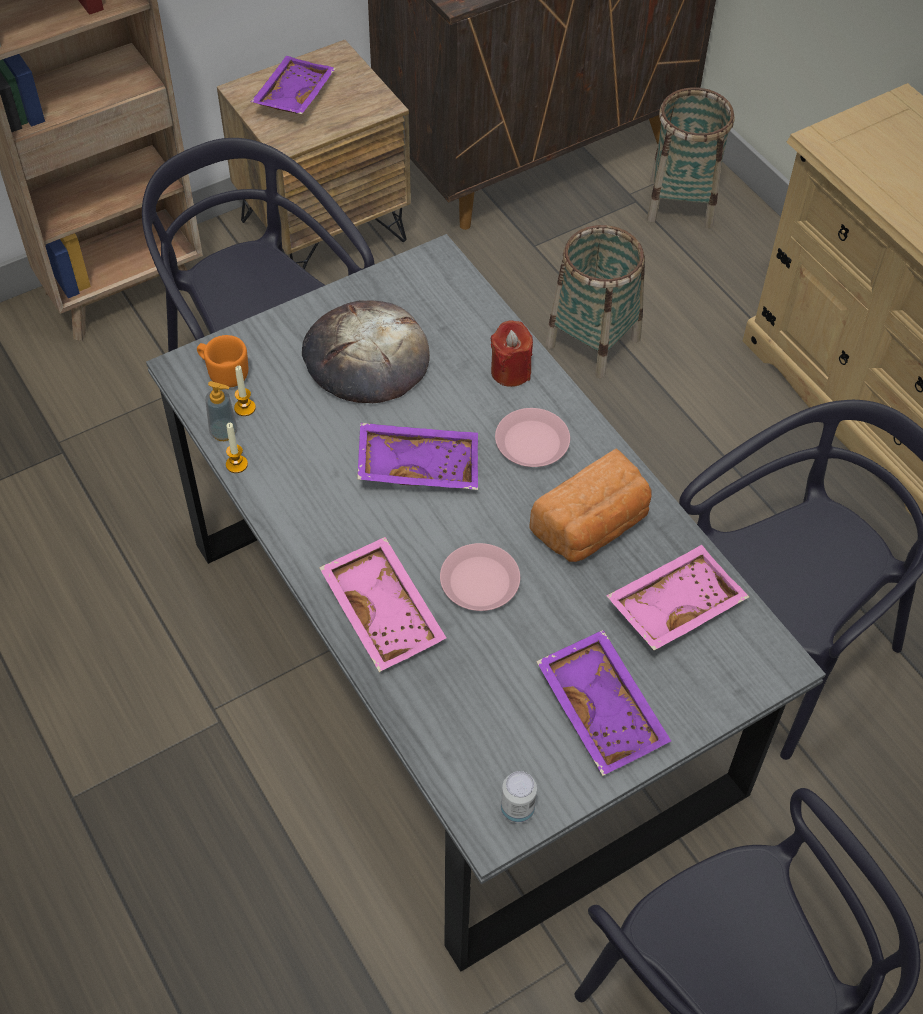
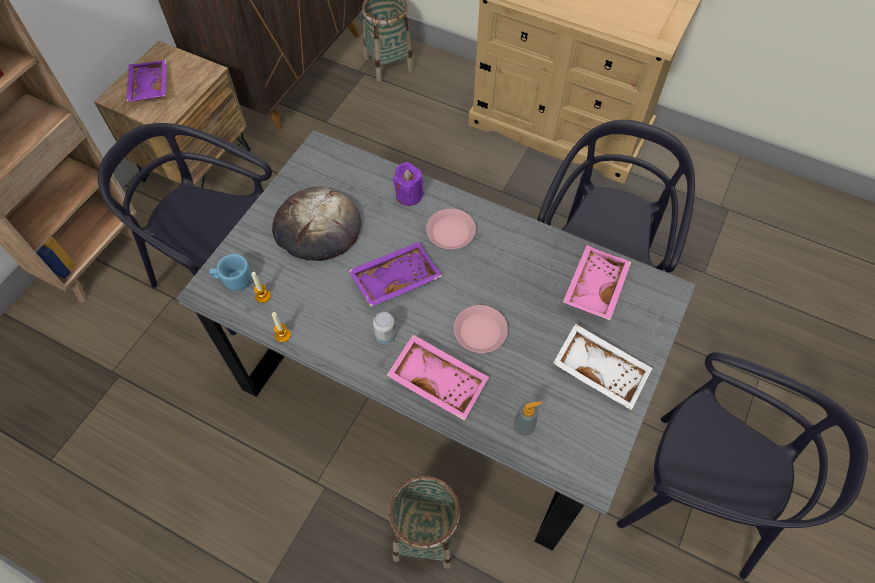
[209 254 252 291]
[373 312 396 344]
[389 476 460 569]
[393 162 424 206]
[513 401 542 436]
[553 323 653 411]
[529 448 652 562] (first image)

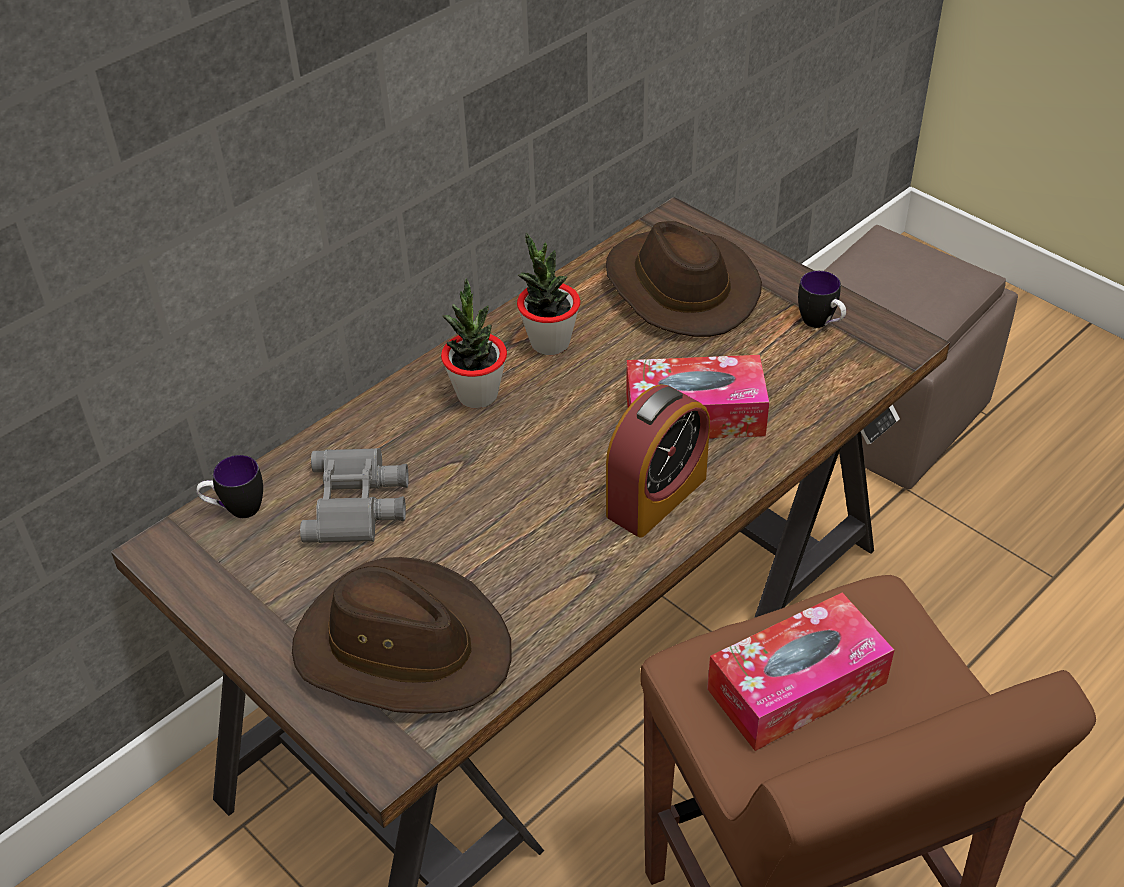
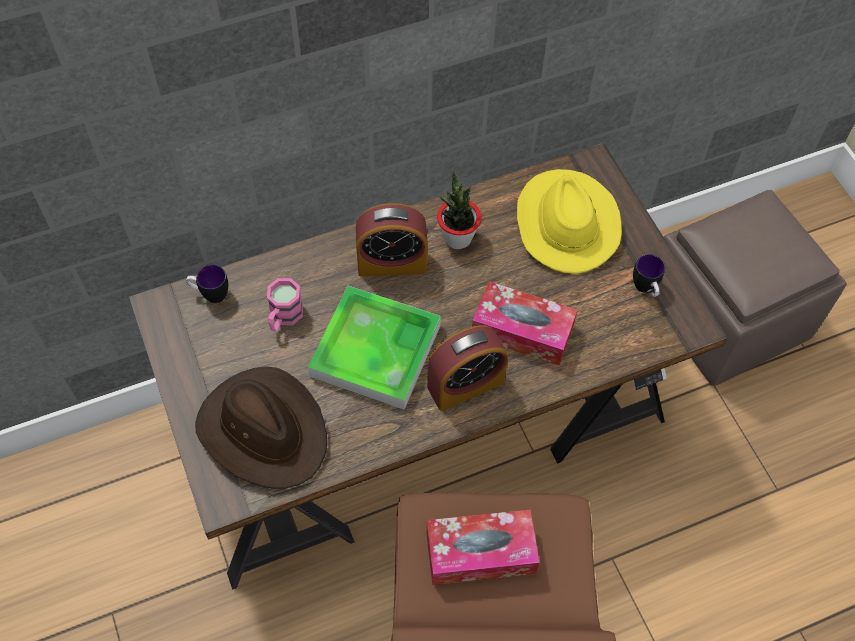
[267 278 303 332]
[308 286 441 410]
[356 203 428 277]
[517 169 622 274]

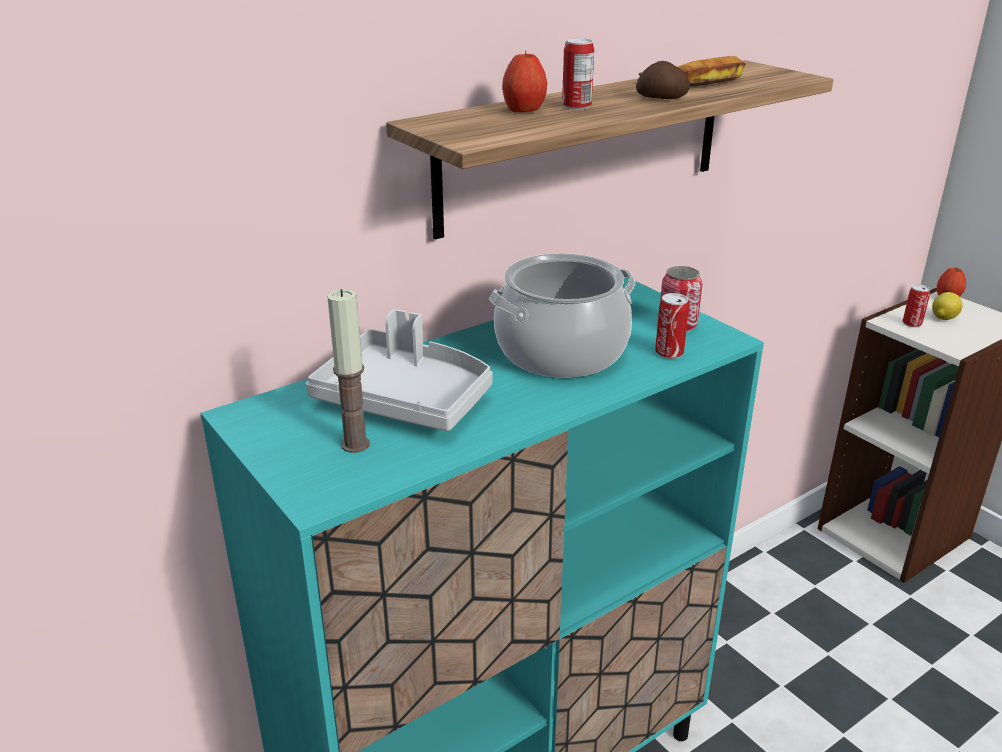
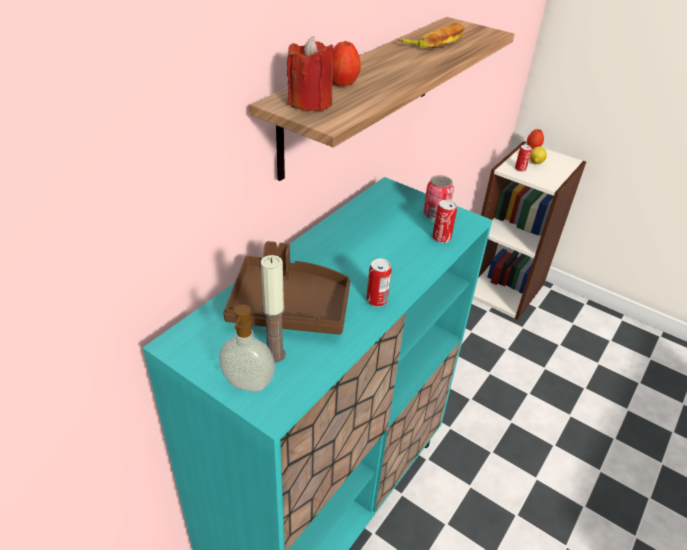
[219 305 275 392]
[223 241 350 335]
[287 36 334 111]
[366 258 392 307]
[489 253 636 378] (first image)
[636 61 690 99] (first image)

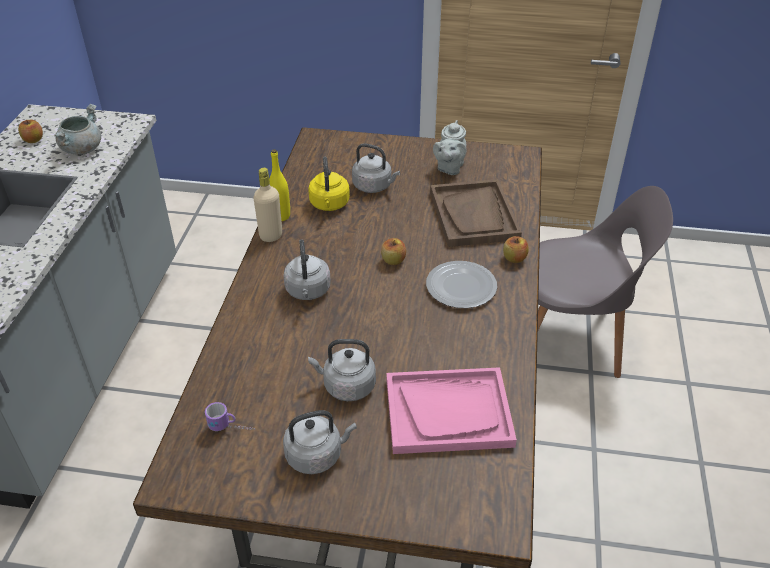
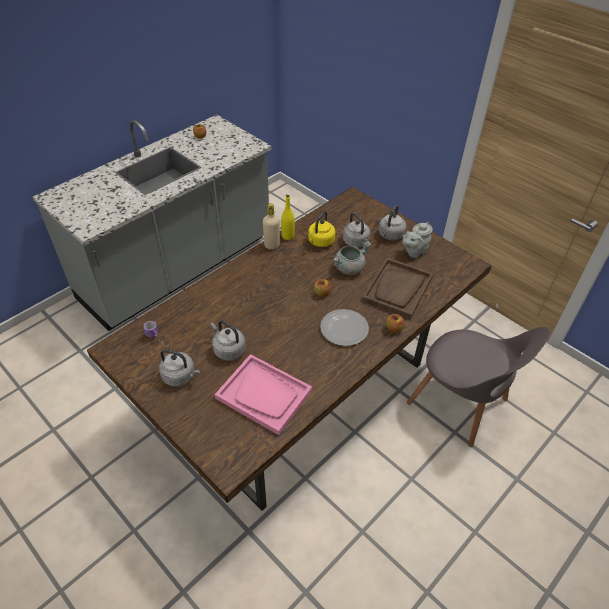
[333 241 371 275]
[379 205 406 240]

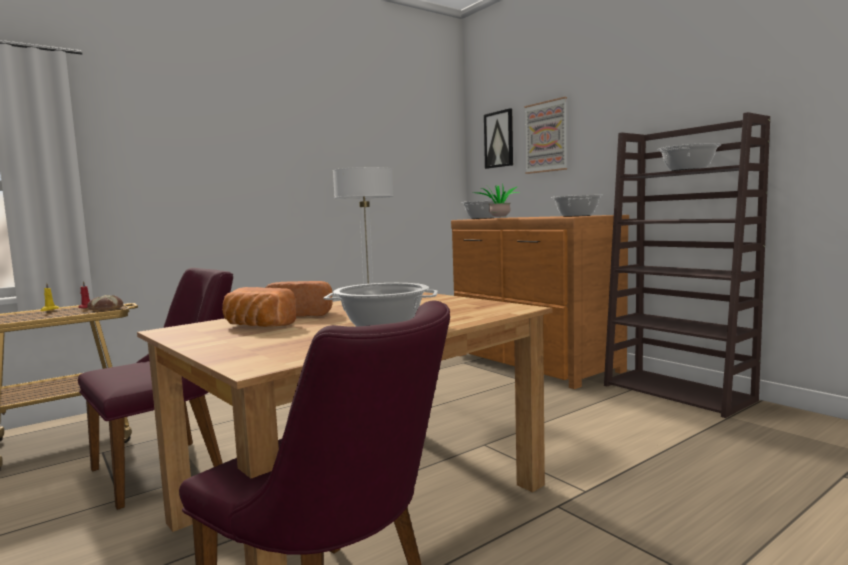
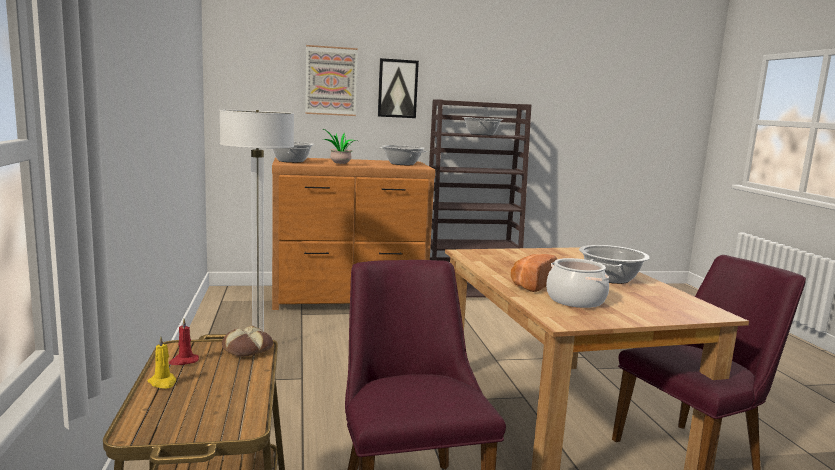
[378 58 419 118]
[546 258 609 308]

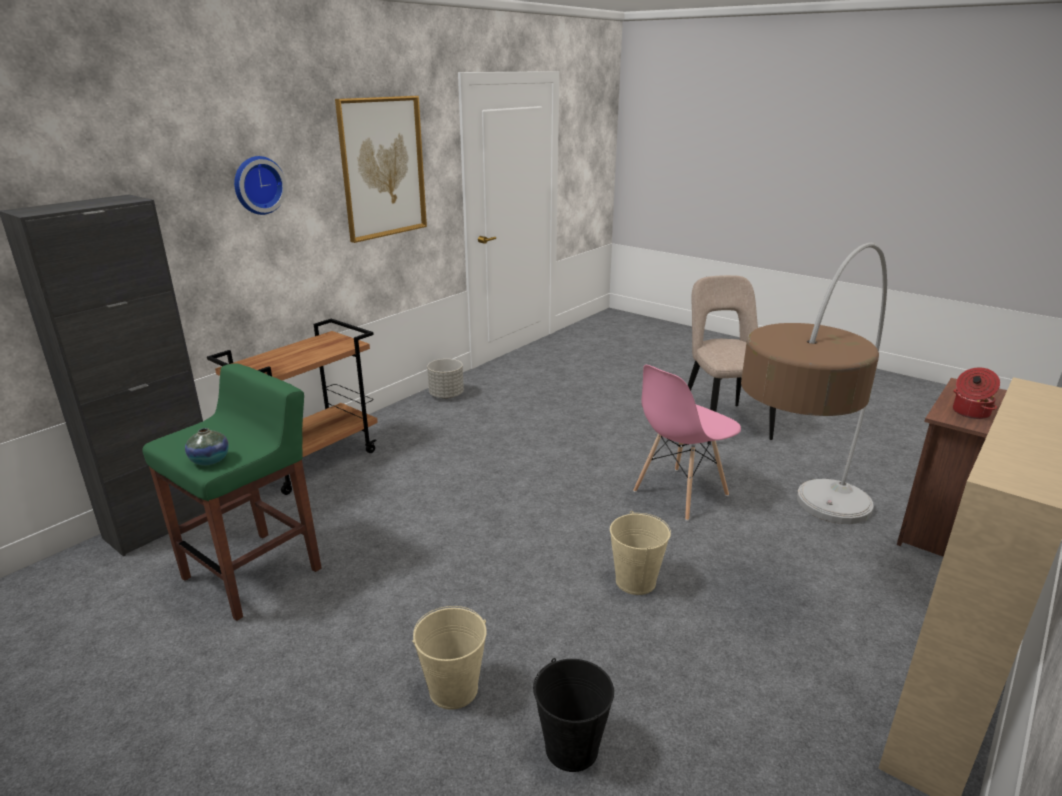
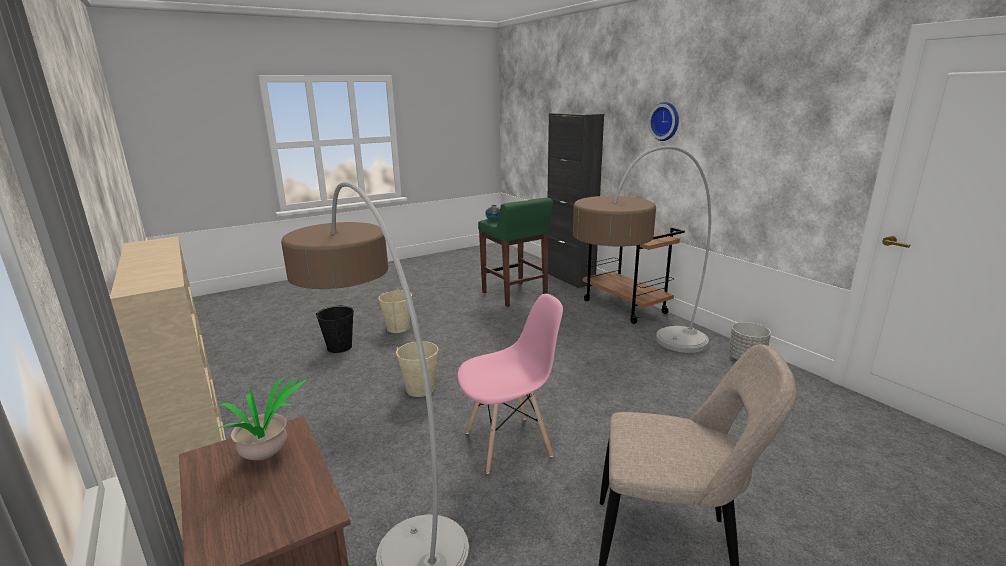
[207 377 306 460]
[458 294 563 474]
[573 146 711 353]
[335 96 427 243] (first image)

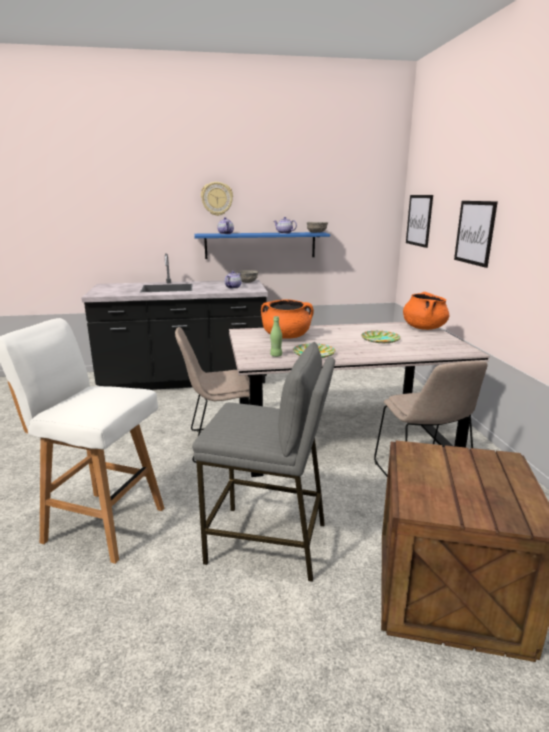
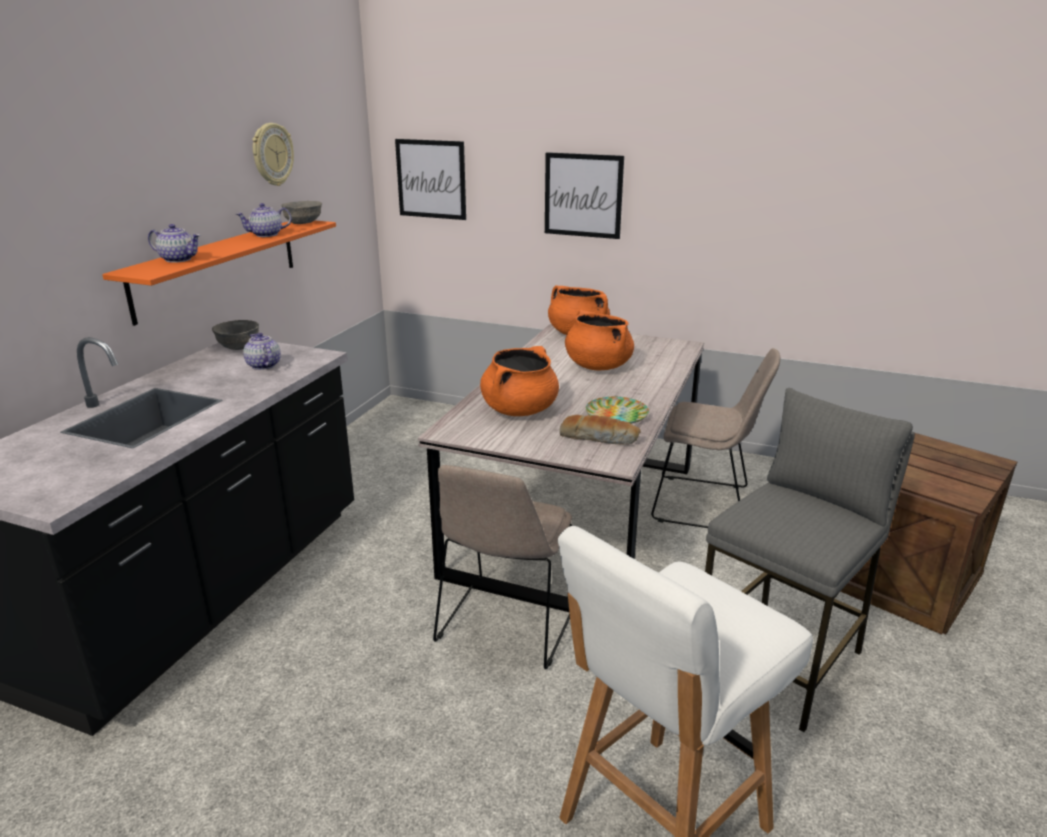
[102 221 336 326]
[252 123 294 186]
[559 415 641 445]
[565 310 634 370]

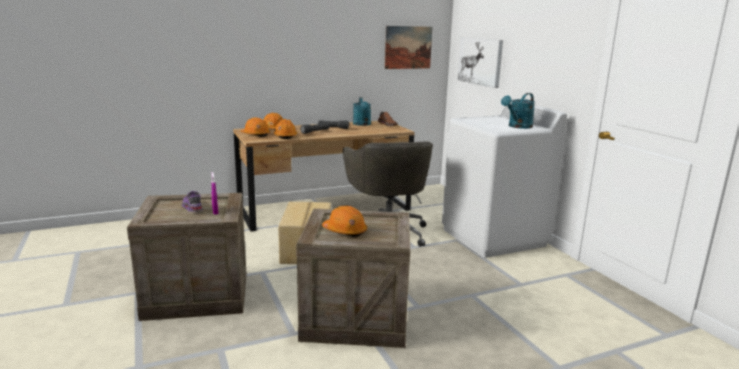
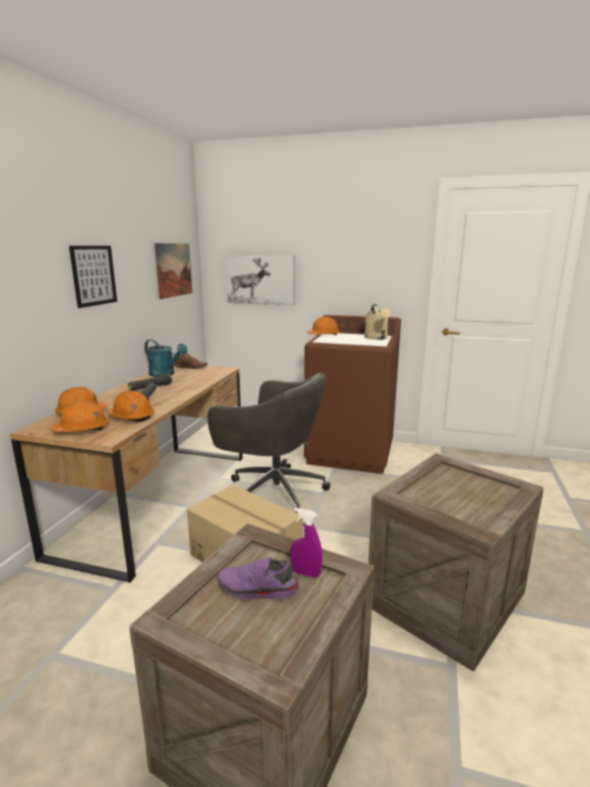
[69 246 117 308]
[304 315 401 474]
[307 317 340 335]
[364 304 391 340]

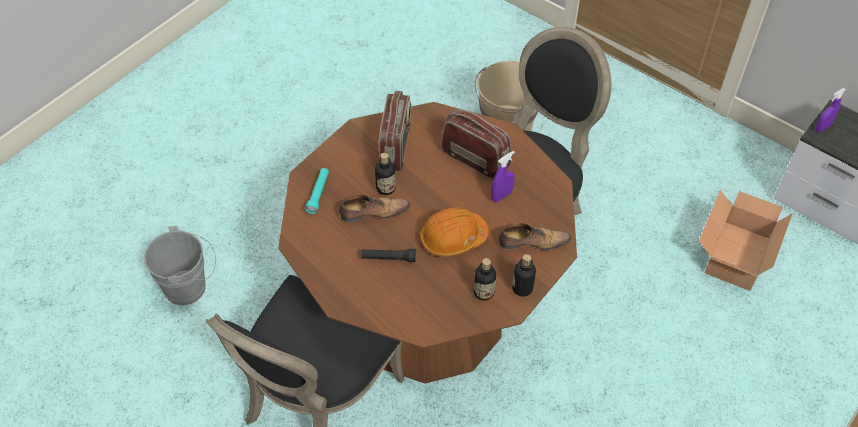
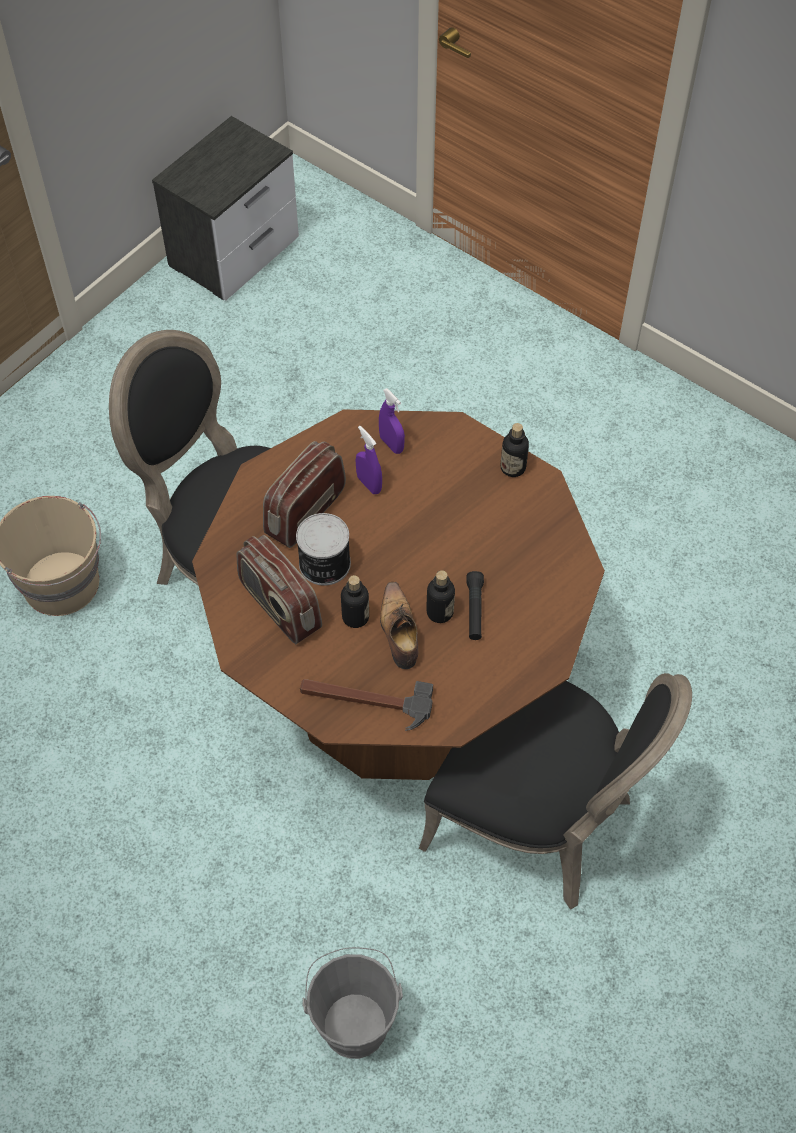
[236 535 322 644]
[296 513 351 586]
[300 679 433 731]
[379 388 405 454]
[426 570 455 623]
[420 207 489 257] (first image)
[499 223 571 250] (first image)
[699 190 793 291] (first image)

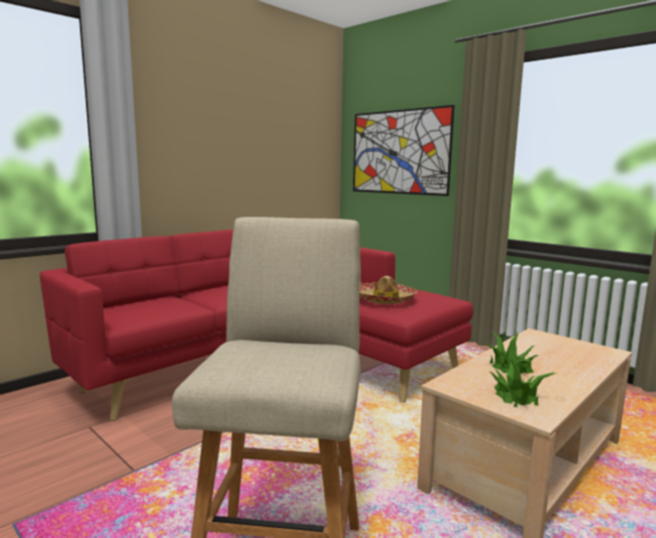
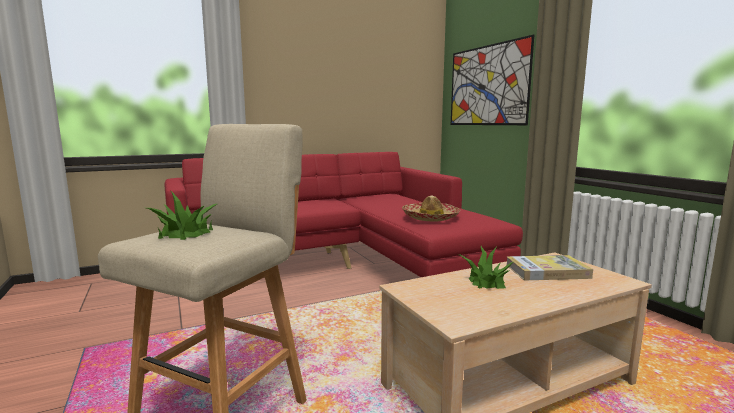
[147 190 217 240]
[506 255 593 280]

